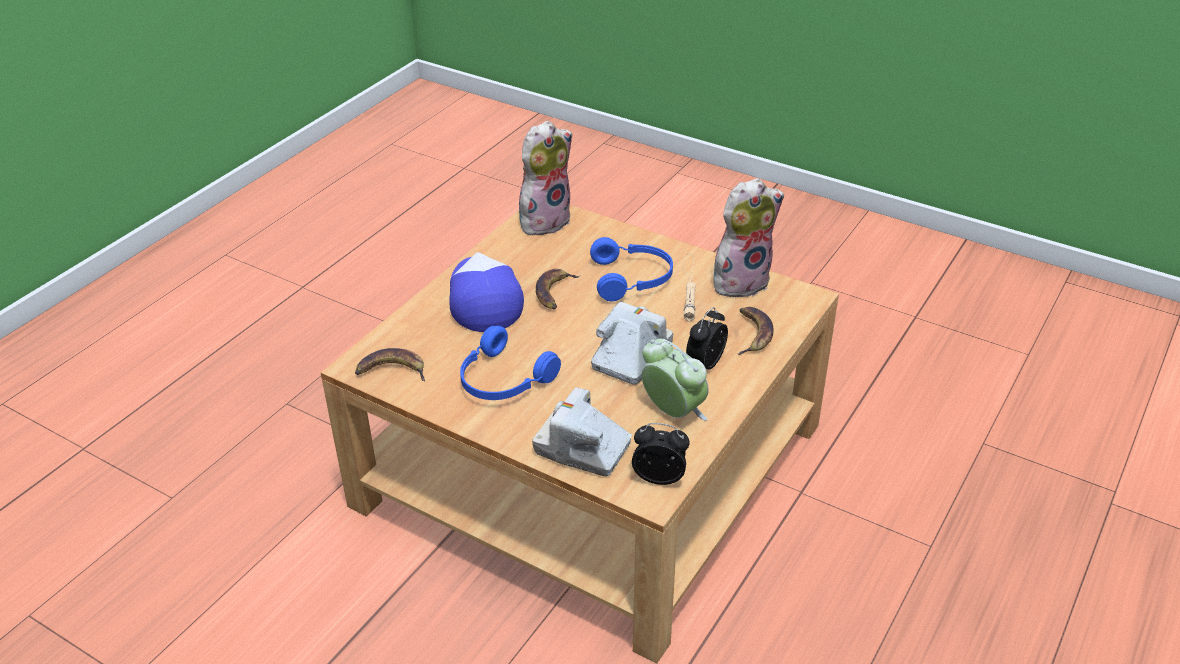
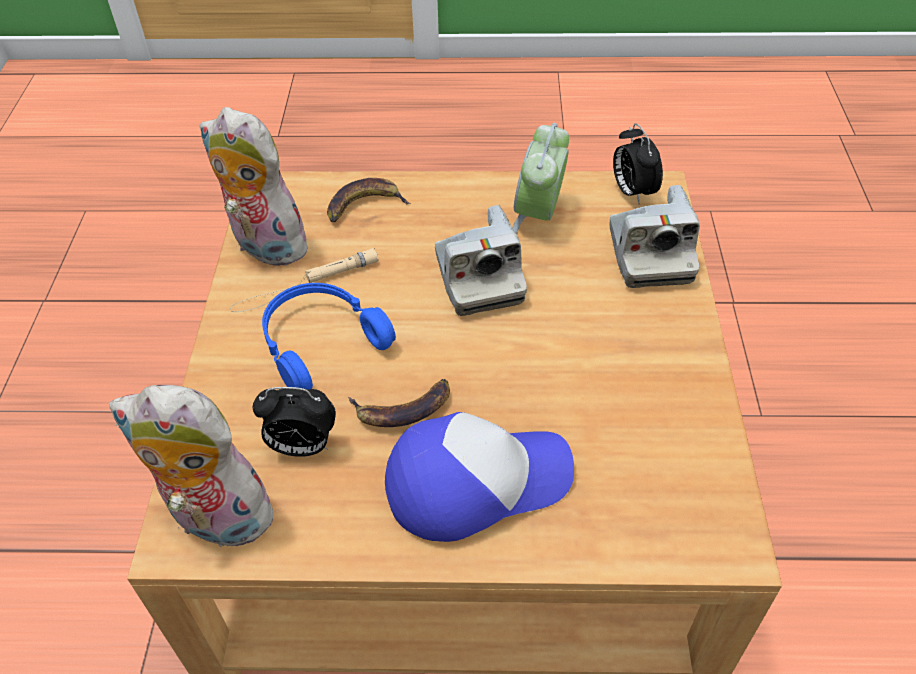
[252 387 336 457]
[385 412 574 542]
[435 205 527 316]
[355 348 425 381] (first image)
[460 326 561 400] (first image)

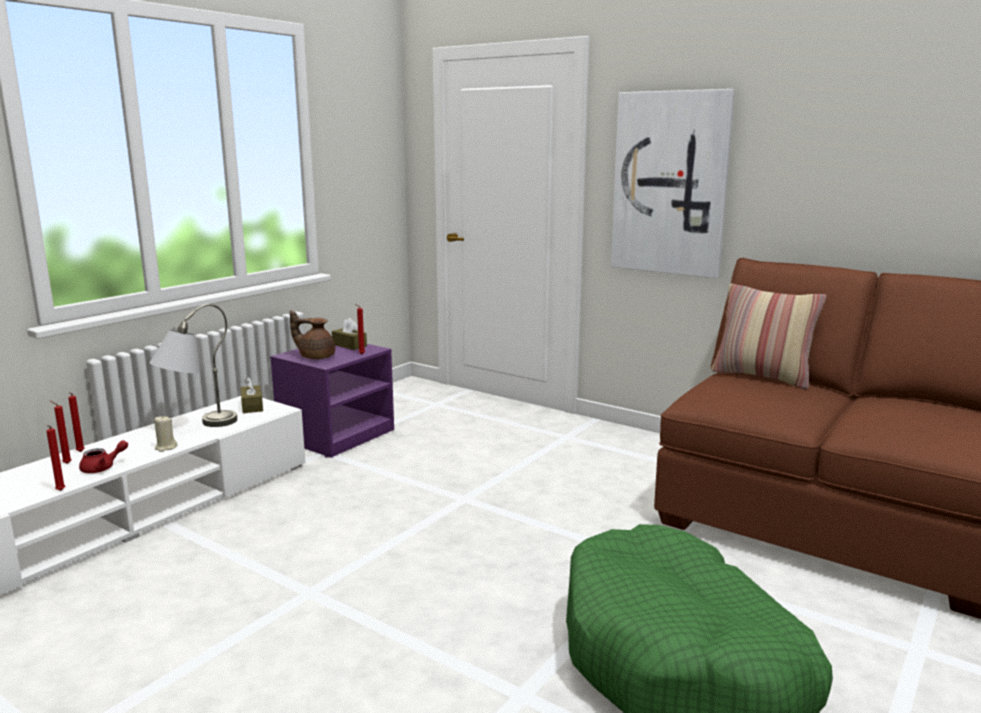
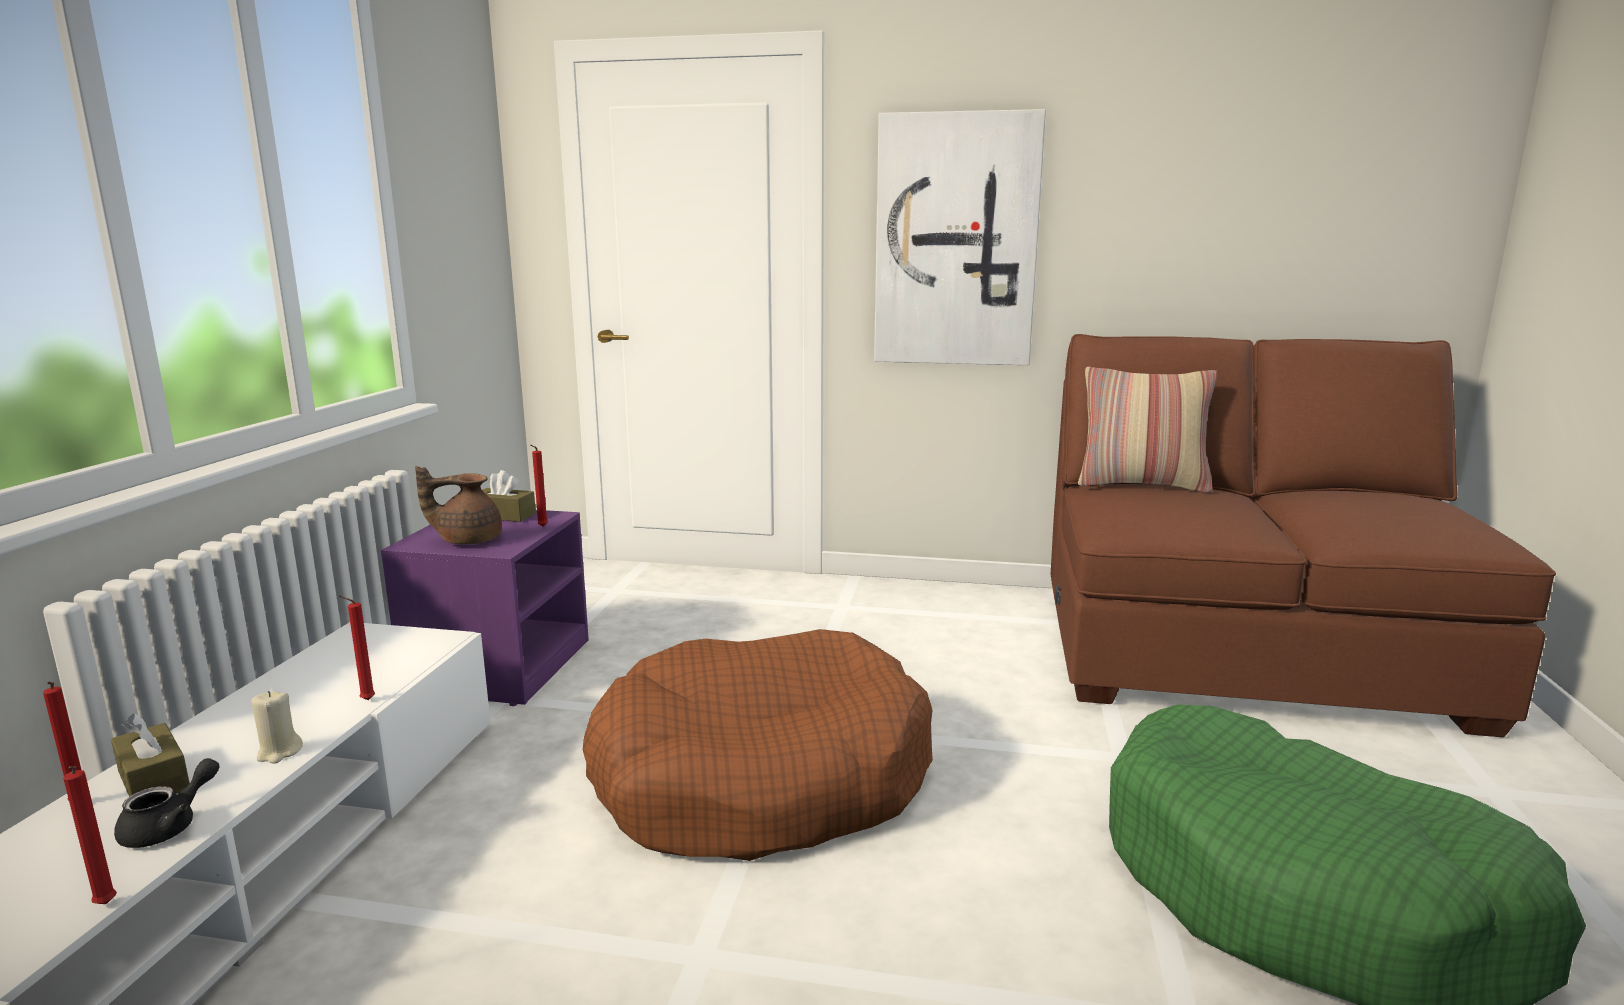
[111 714 190 797]
[114 758 220 848]
[339 596 375 700]
[583 629 933 861]
[149 304 237 427] (first image)

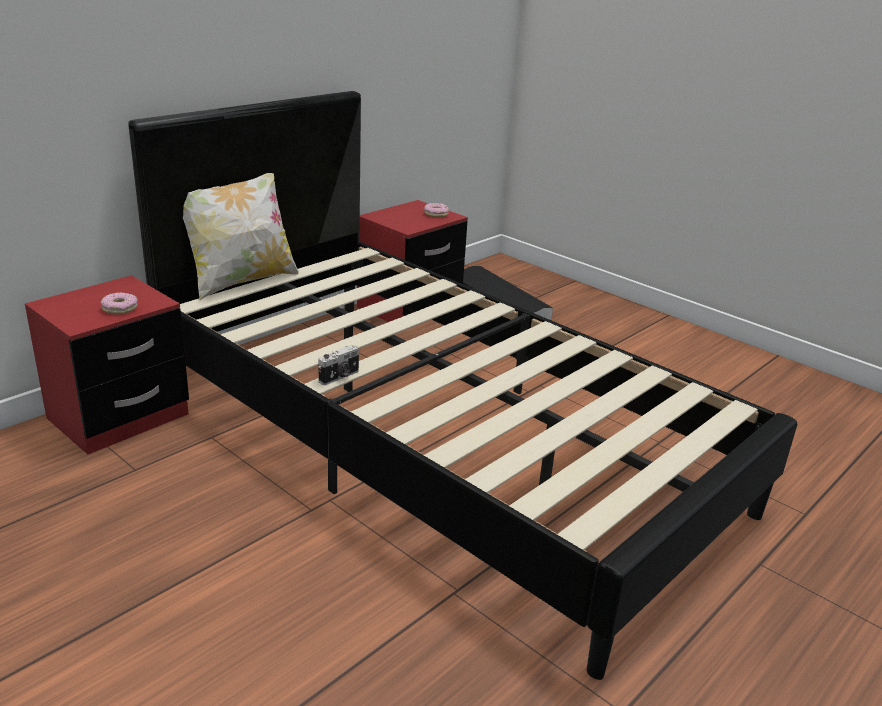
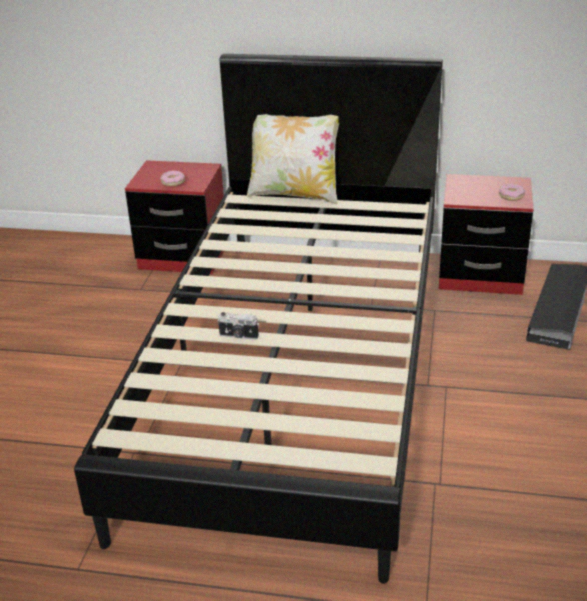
[217 312 259 340]

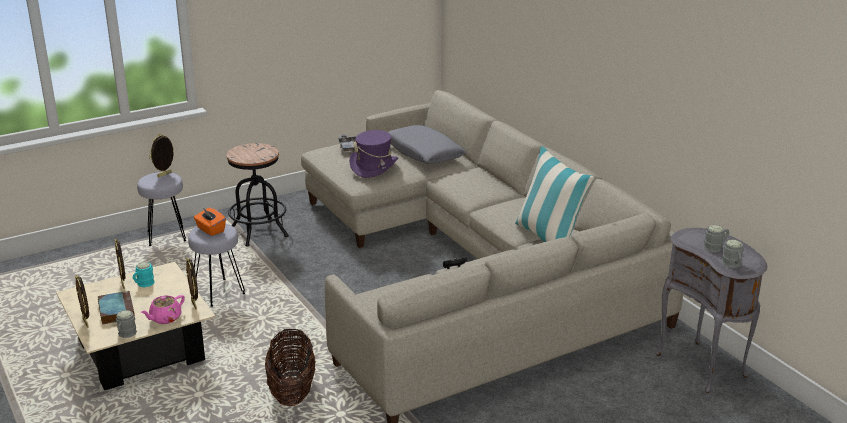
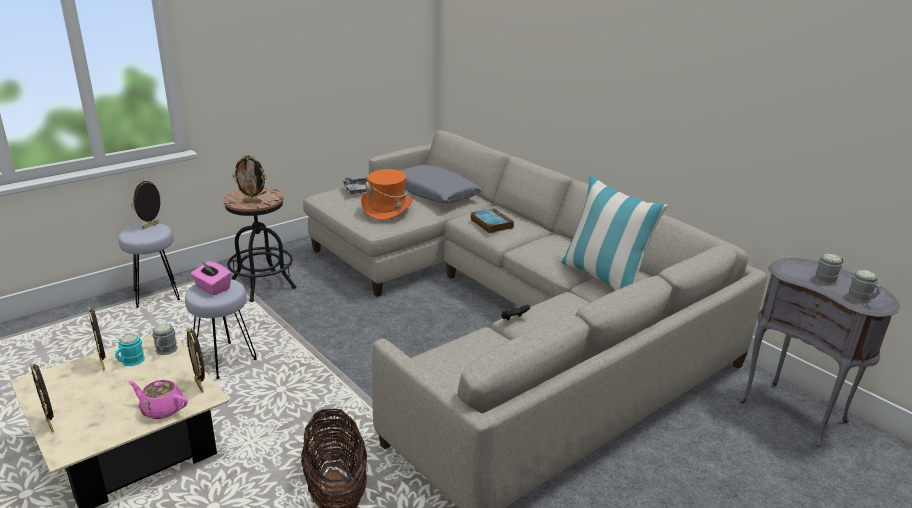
[129 380 188 419]
[152 324 178 355]
[191 261 231 295]
[232 154 267 203]
[361 169 413 220]
[471 208 514 234]

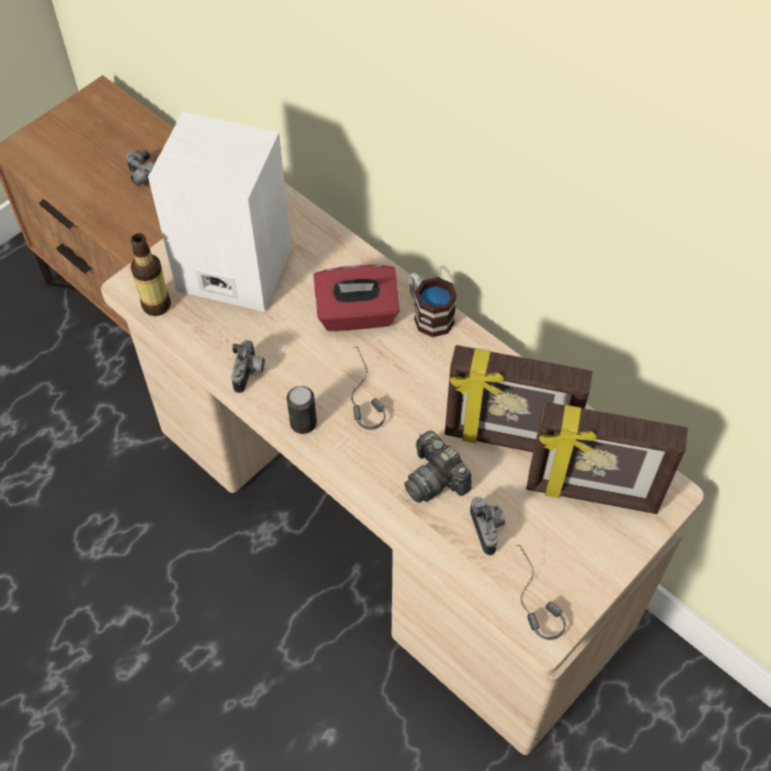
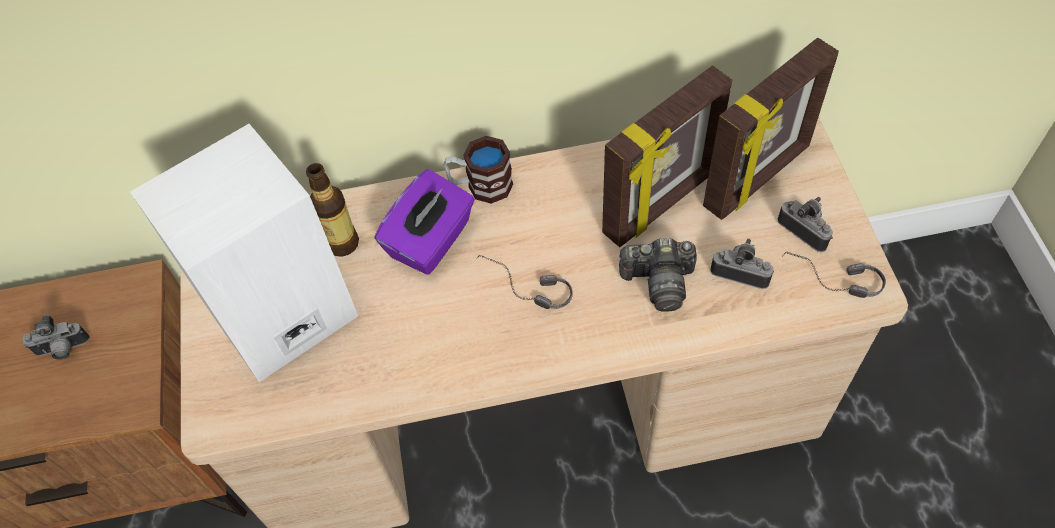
[306 163 359 257]
[375 169 475 275]
[778 197 833 252]
[287 386 317 434] (first image)

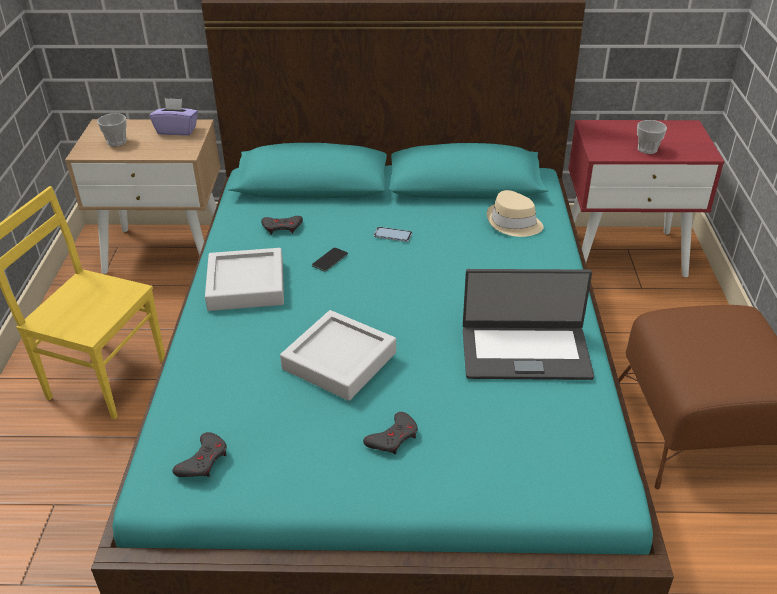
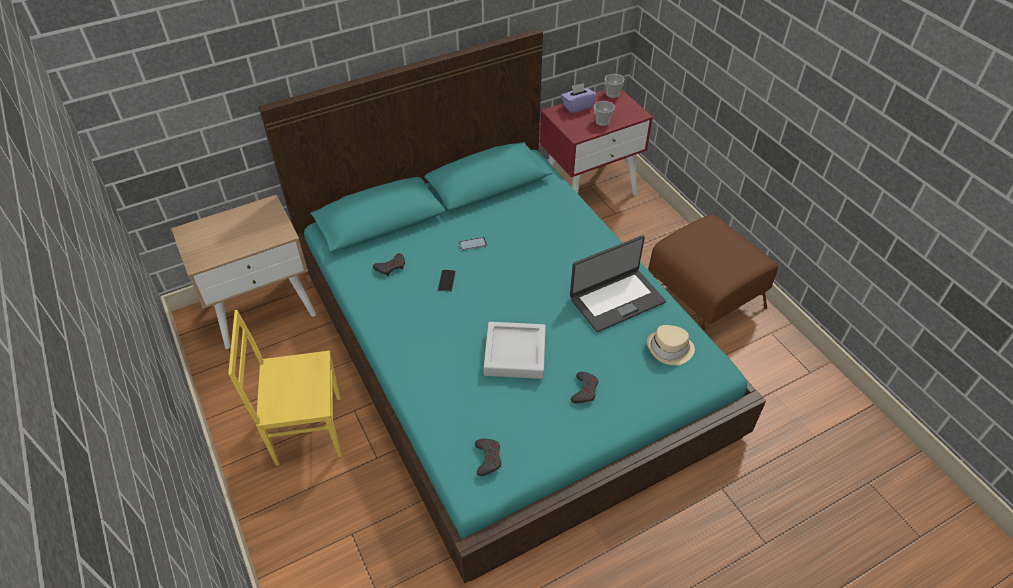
[561 83 597 113]
[605 74 624 98]
[647 325 695 365]
[205 248 284 311] (first image)

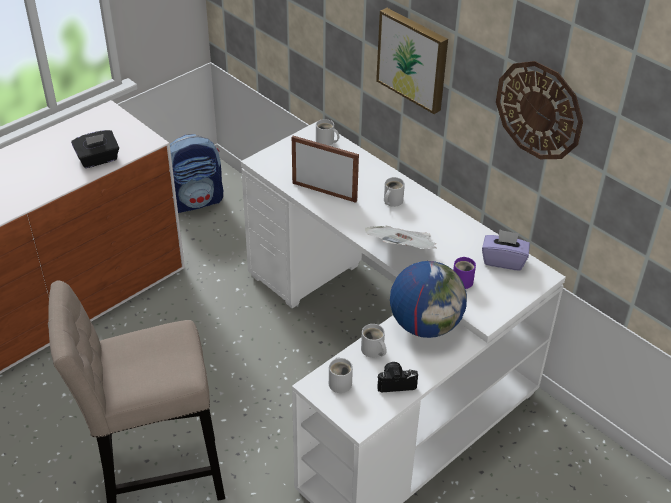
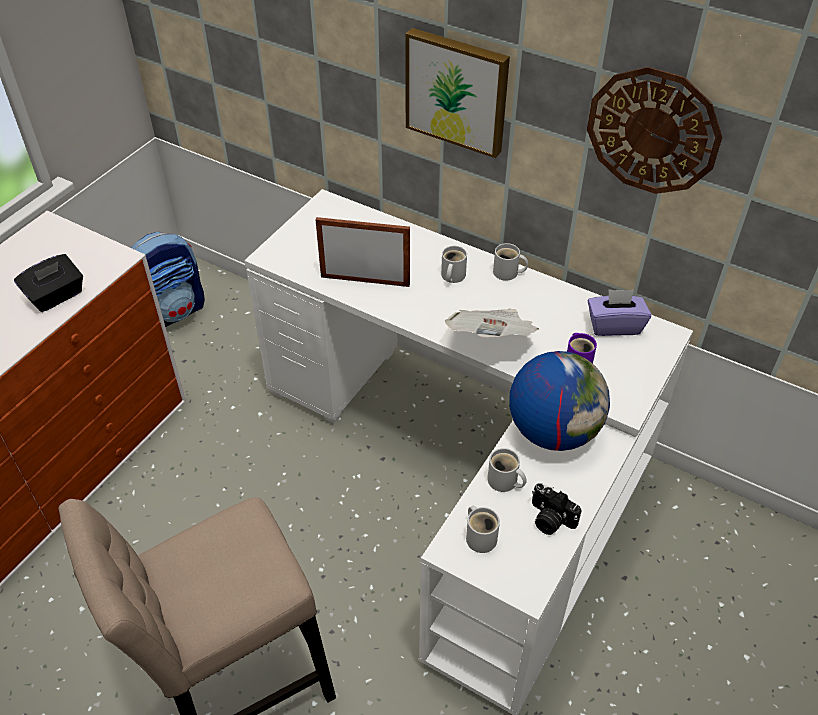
[493 243 528 281]
[532 483 582 535]

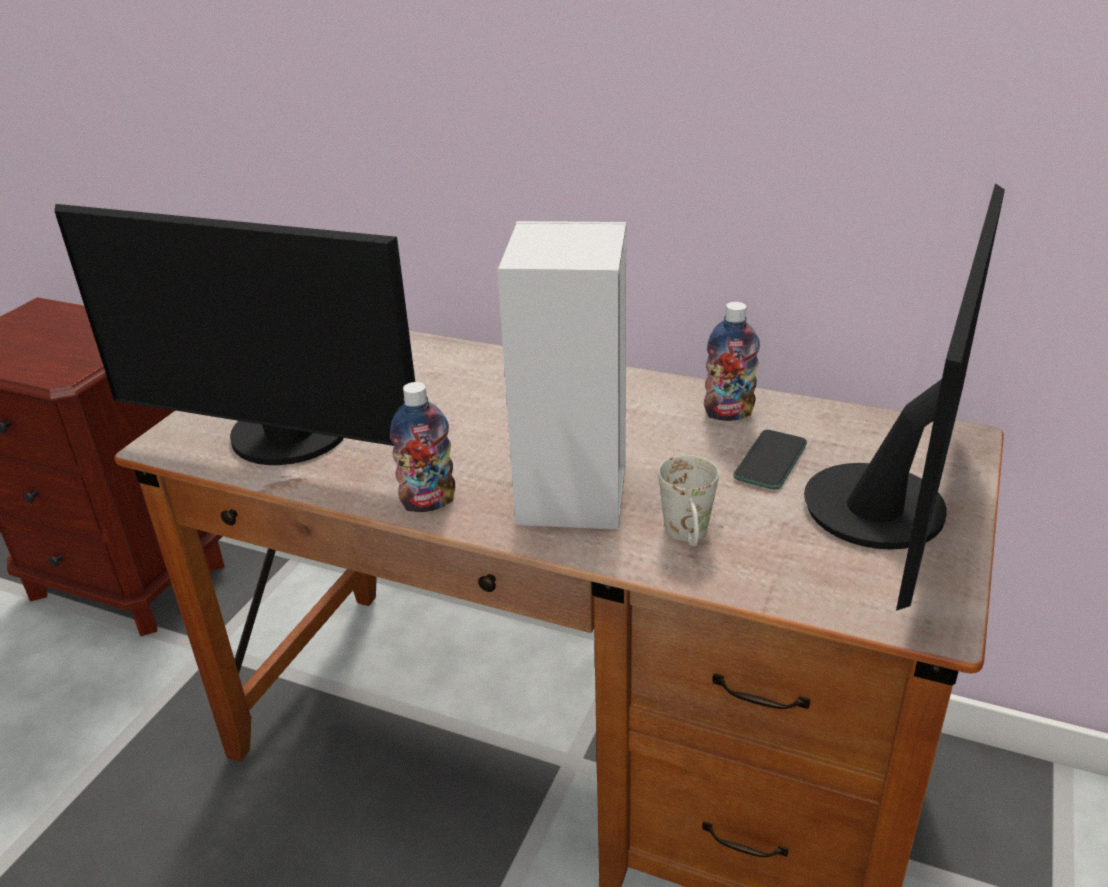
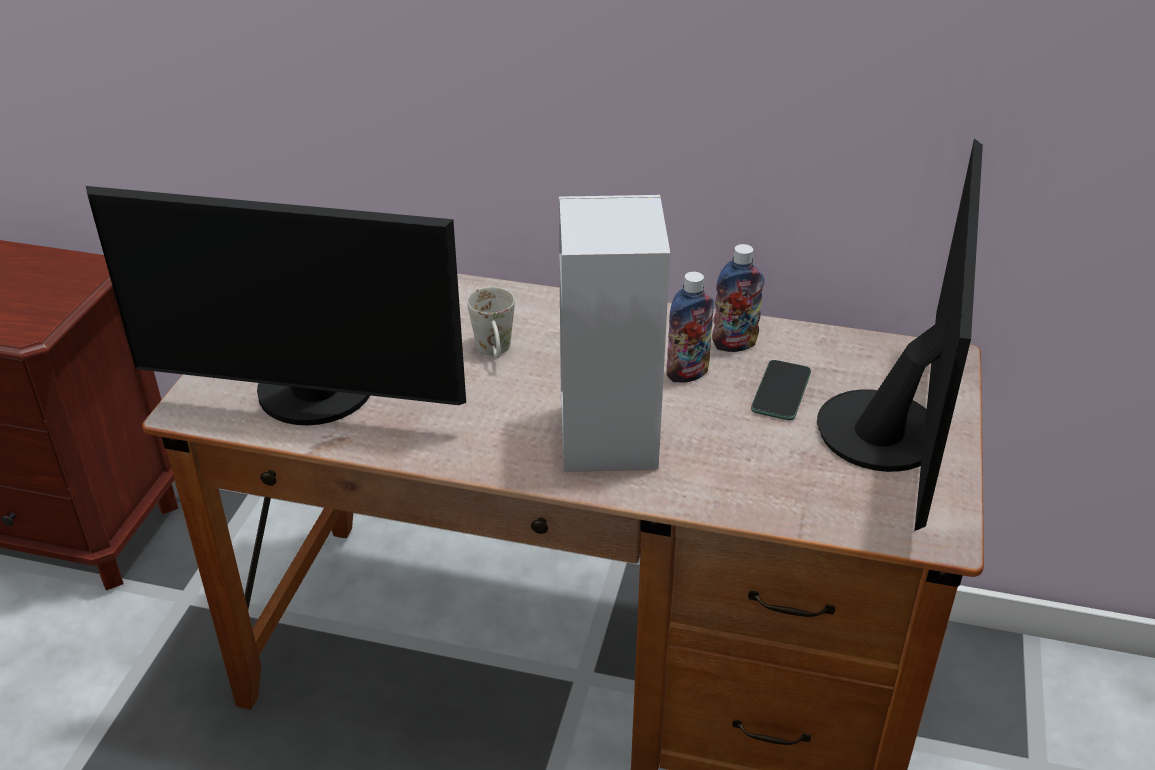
[467 287 515 358]
[666 272 714 383]

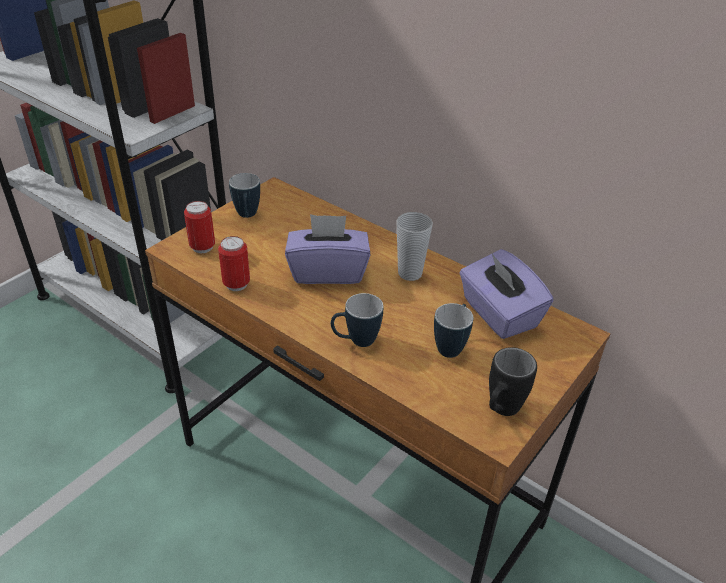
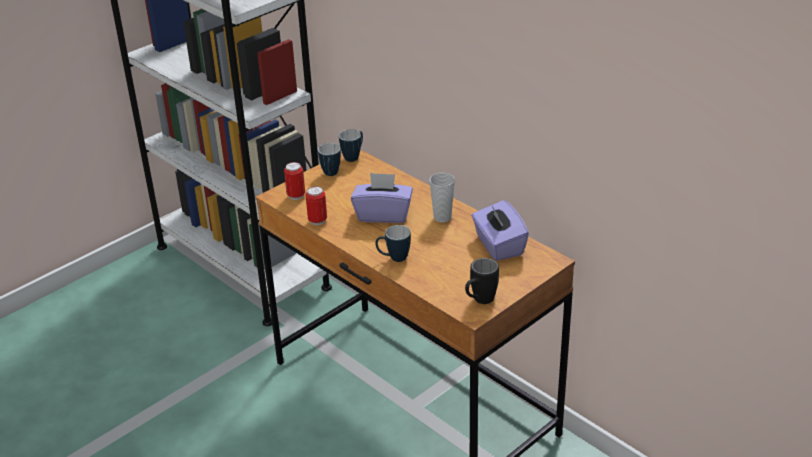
[339 129 363 162]

